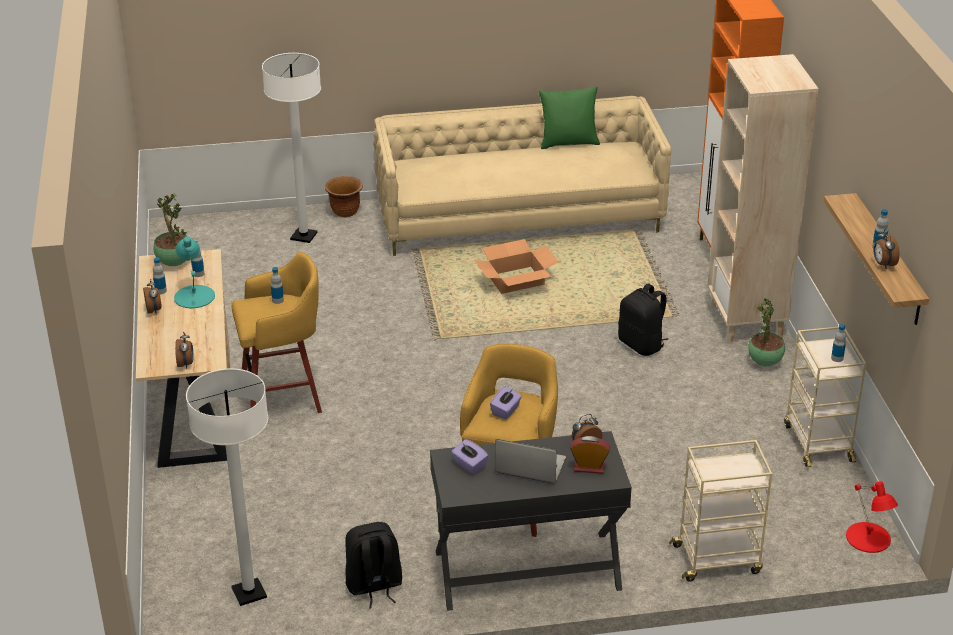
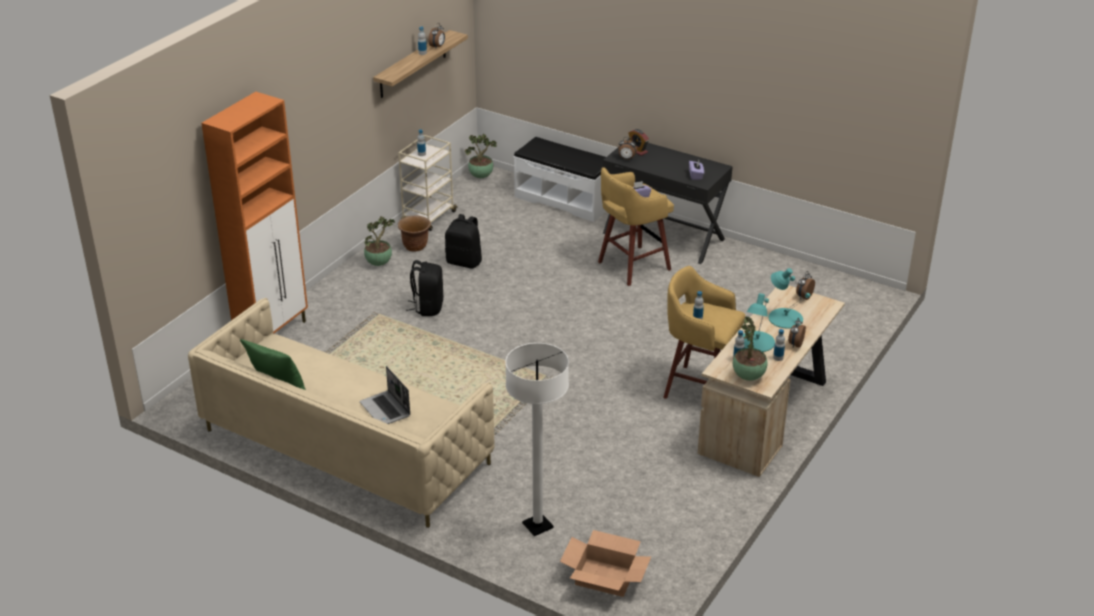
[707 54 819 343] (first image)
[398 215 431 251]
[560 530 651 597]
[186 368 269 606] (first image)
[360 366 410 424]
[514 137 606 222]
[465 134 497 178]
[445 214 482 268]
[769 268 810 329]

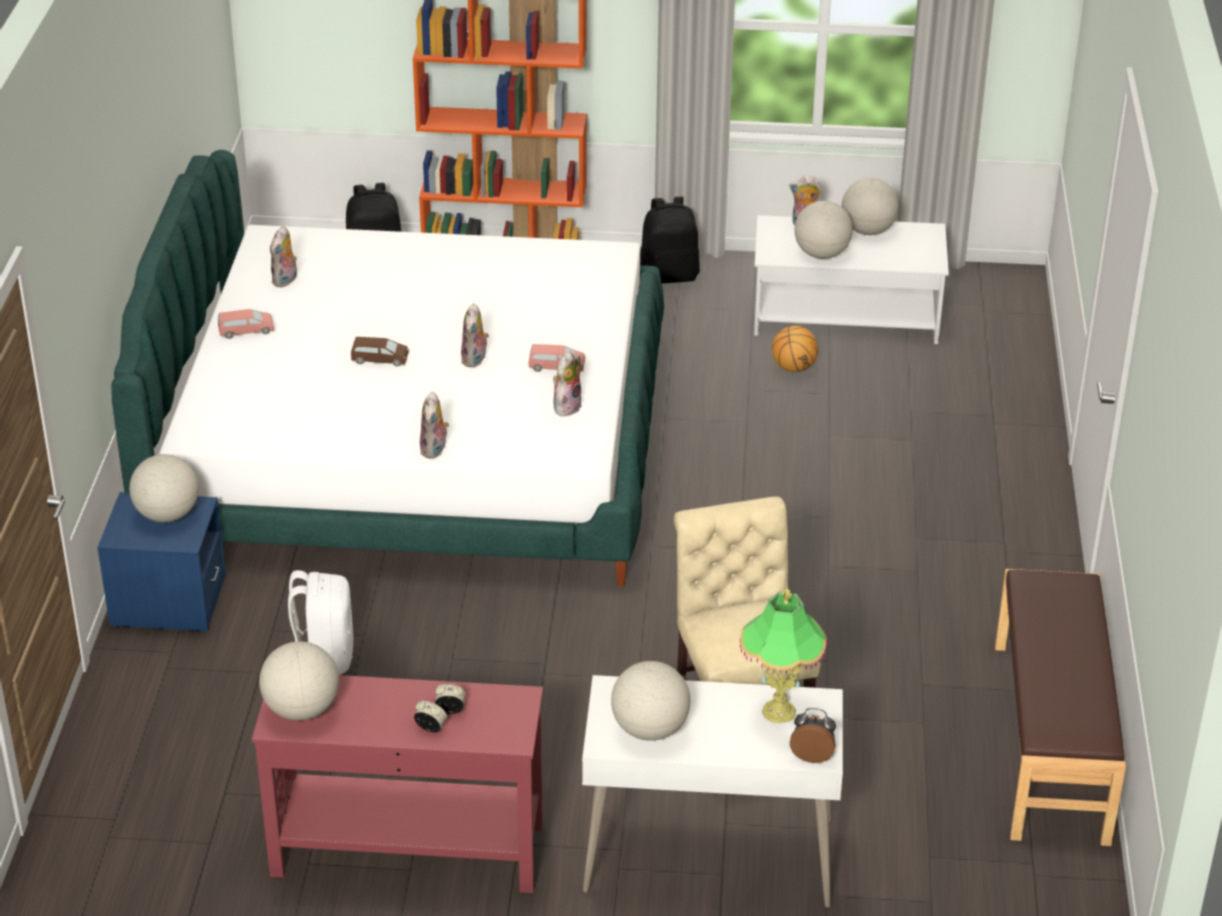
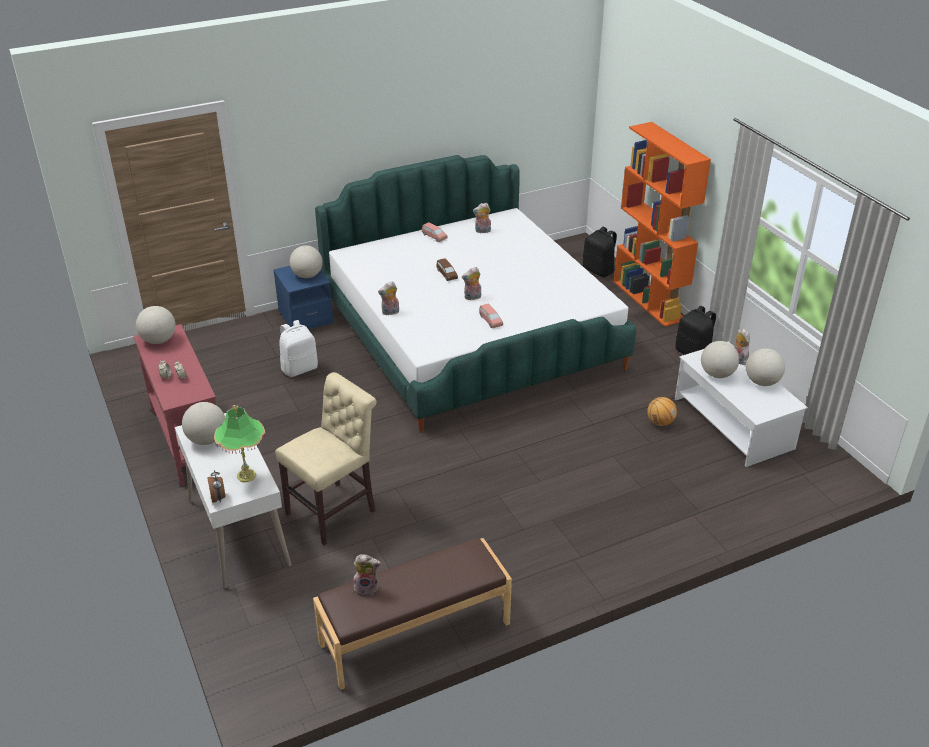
[353 554 381 595]

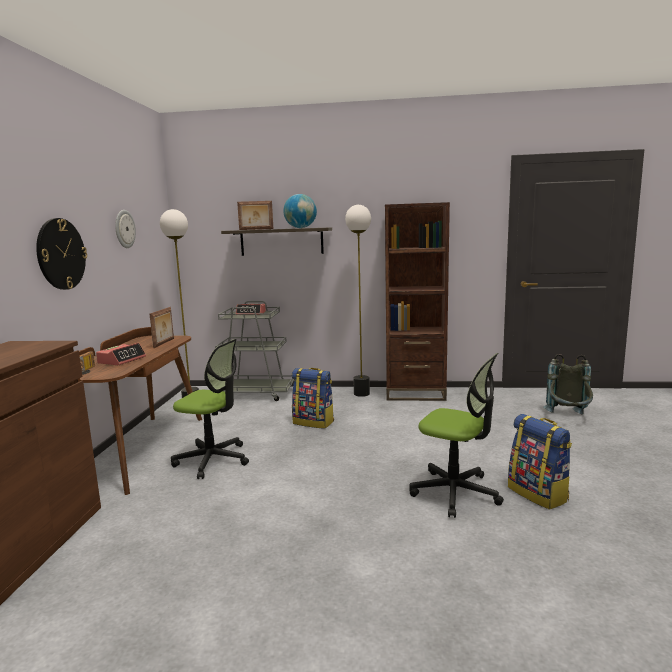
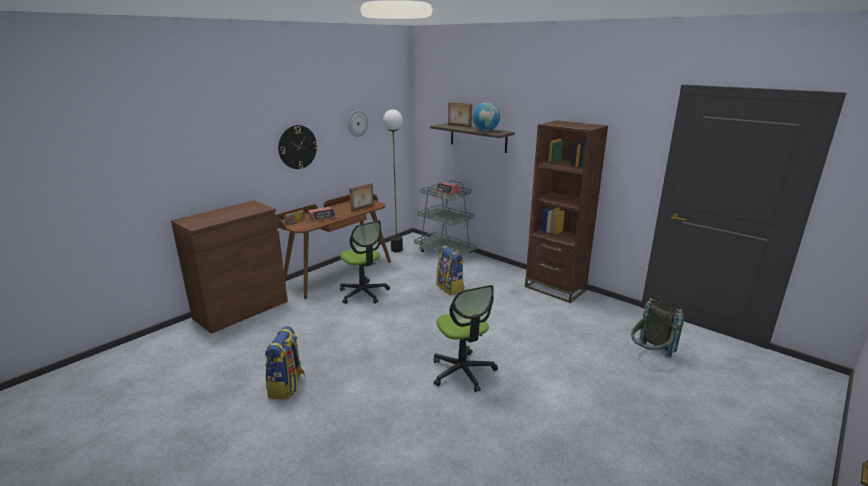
[345 205 371 397] (first image)
[265 326 305 400]

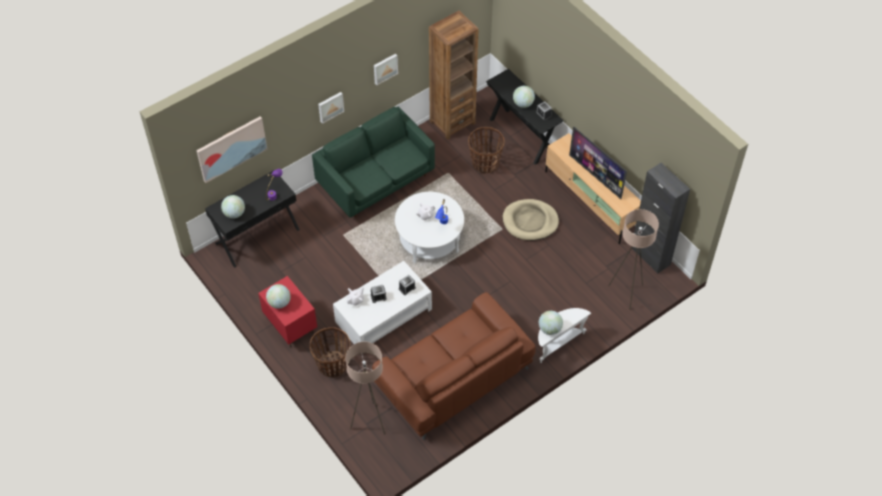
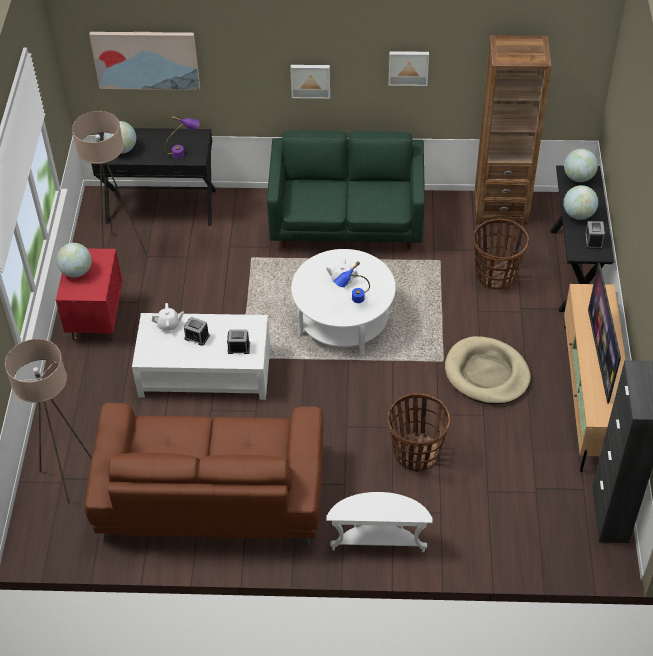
[72 111 147 254]
[564 149 598 182]
[387 393 450 472]

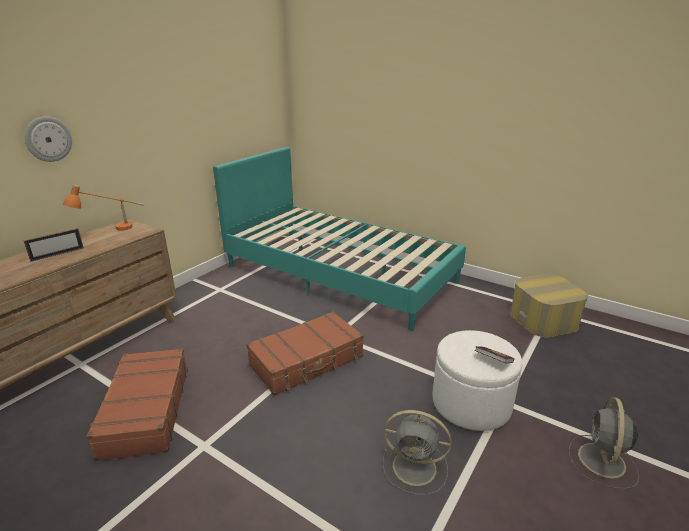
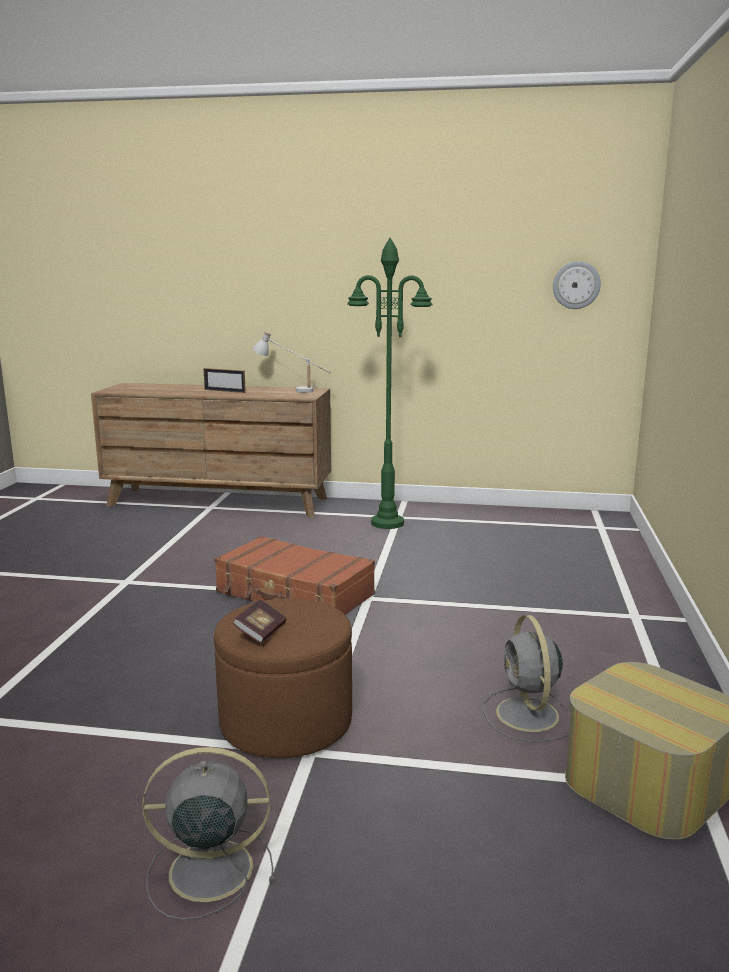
[553 261 601 309]
[213 147 466 331] (first image)
[252 331 331 393]
[214 598 352 758]
[86 348 188 461] (first image)
[483 615 571 741]
[347 238 433 529]

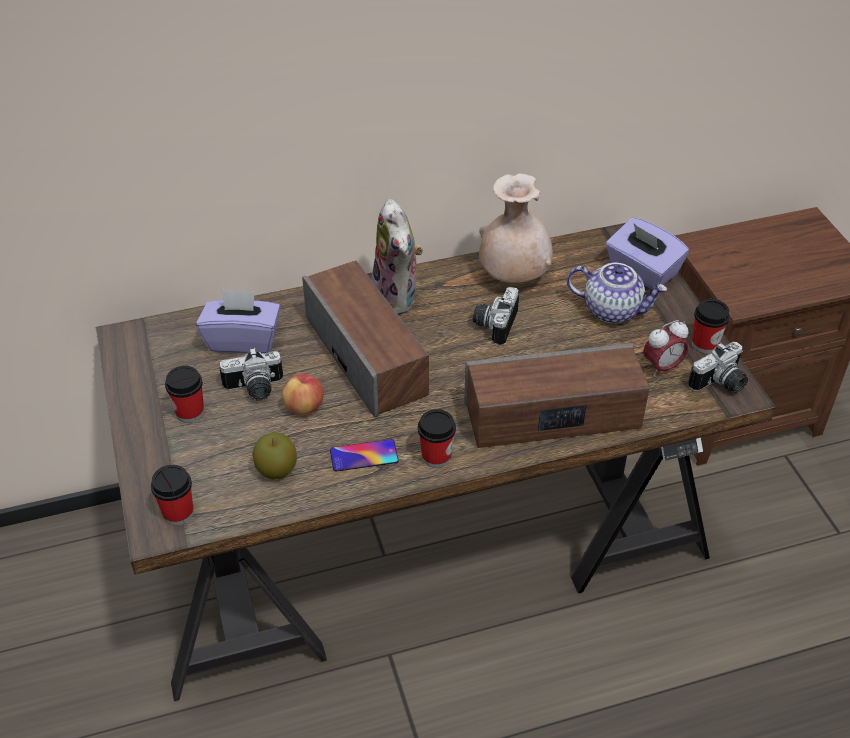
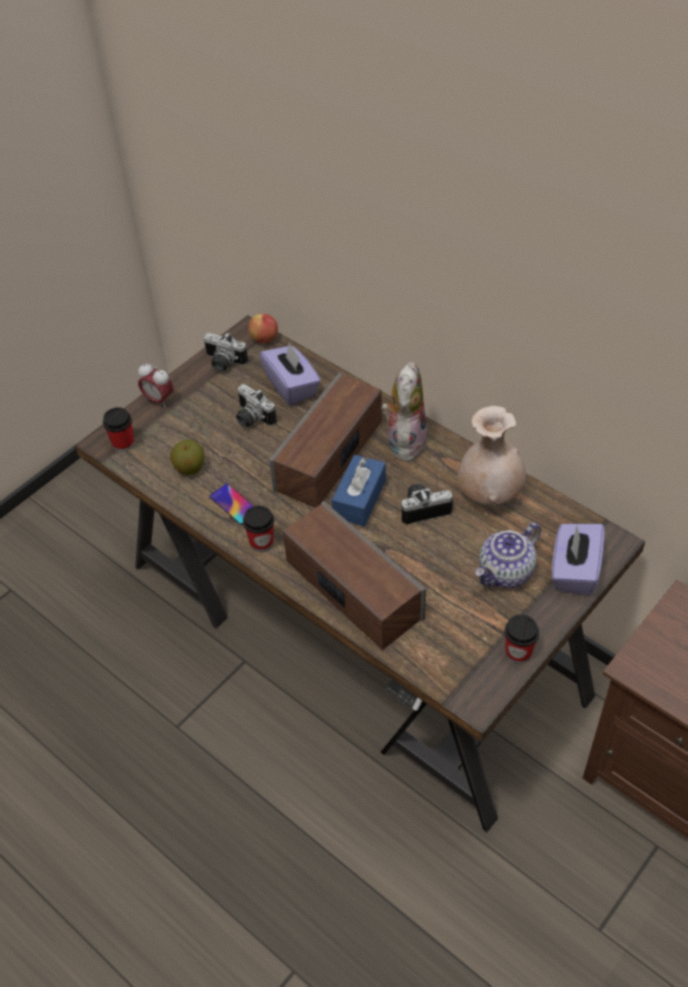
[381 362 427 462]
[475 522 541 588]
[138 363 173 408]
[203 333 248 372]
[165 366 204 423] (first image)
[248 314 278 343]
[332 455 386 526]

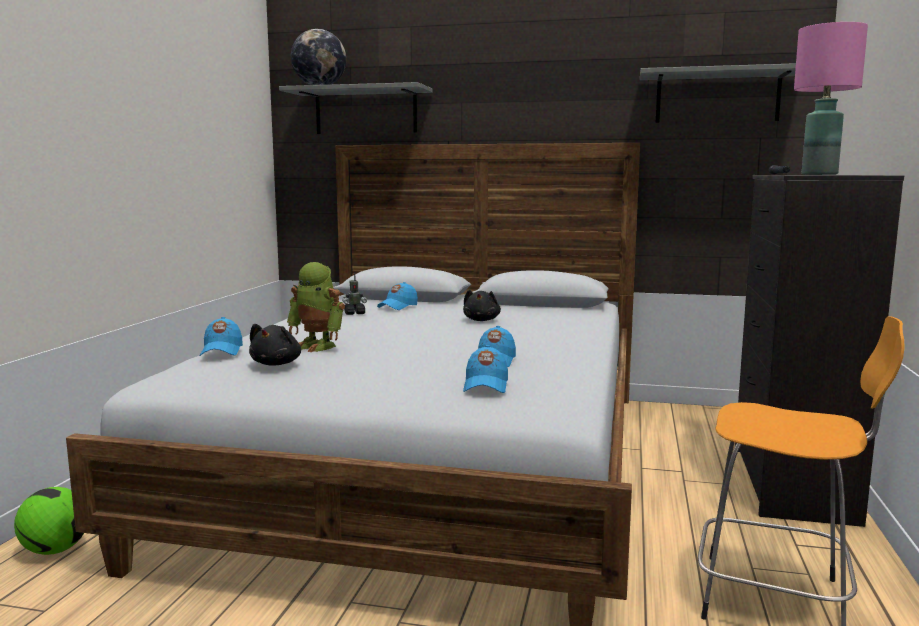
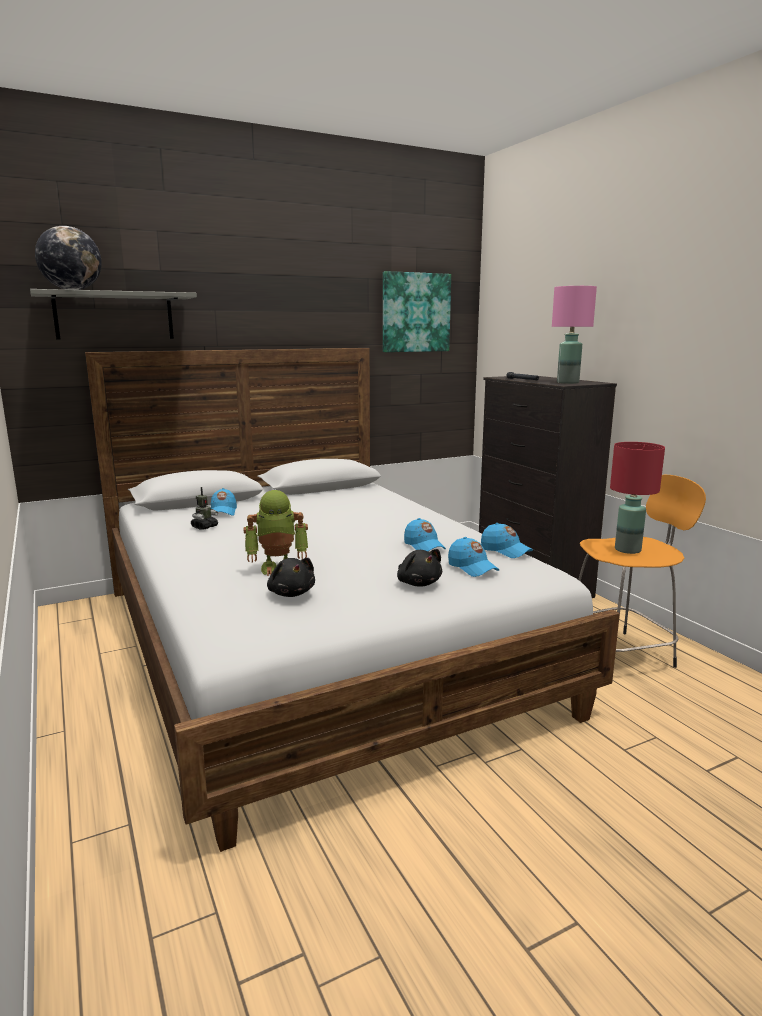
[383 271 451 352]
[397 549 442 586]
[481 523 533 558]
[14 487 84 555] (first image)
[610 442 665 554]

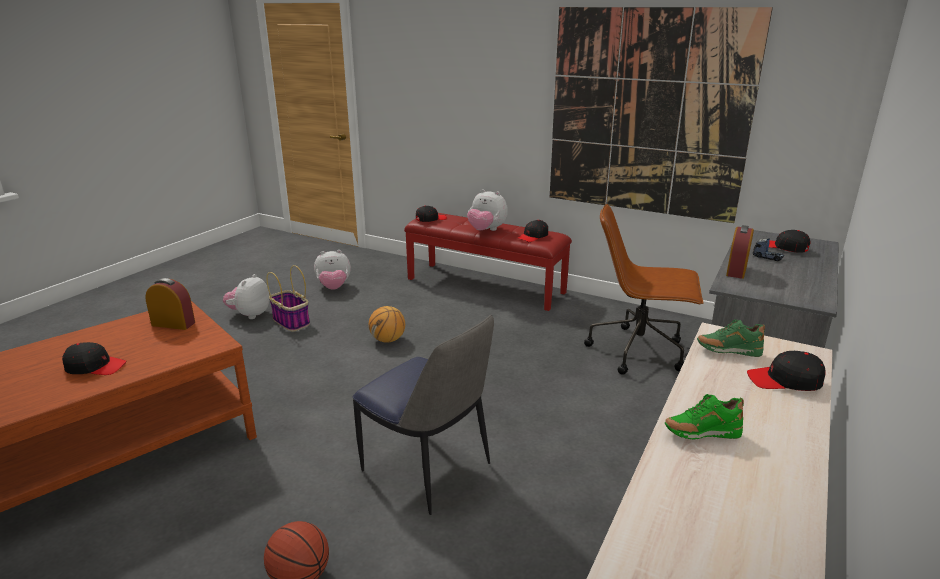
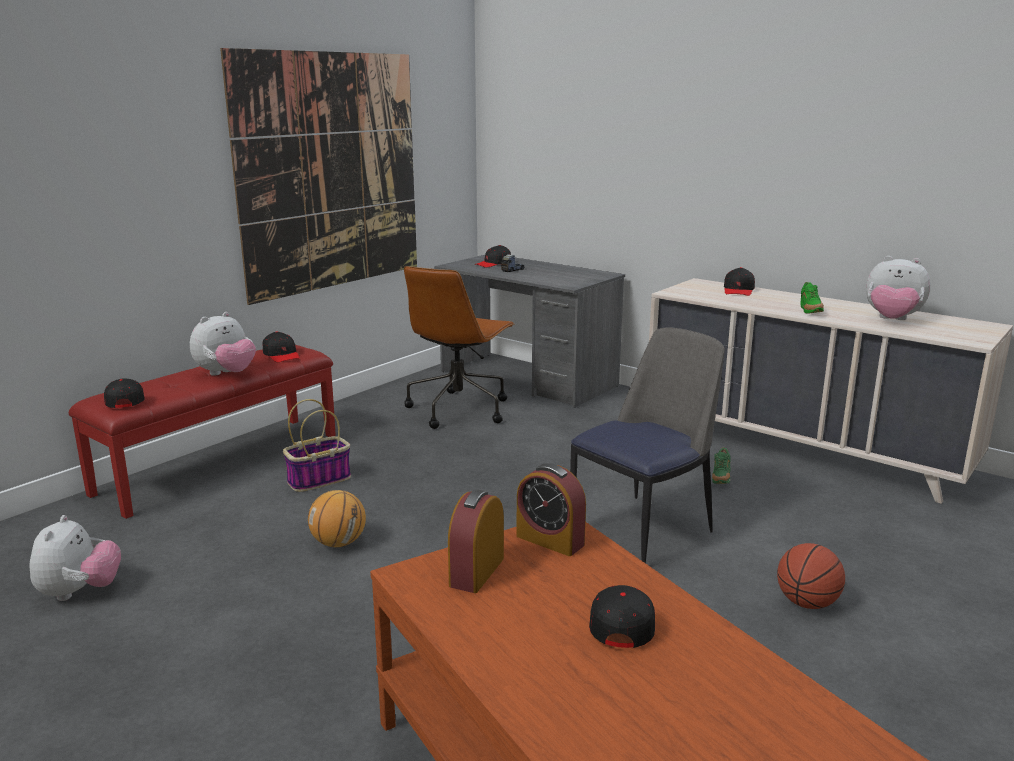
[517 463 586 556]
[283 399 351 492]
[866 256 931 320]
[712 447 731 484]

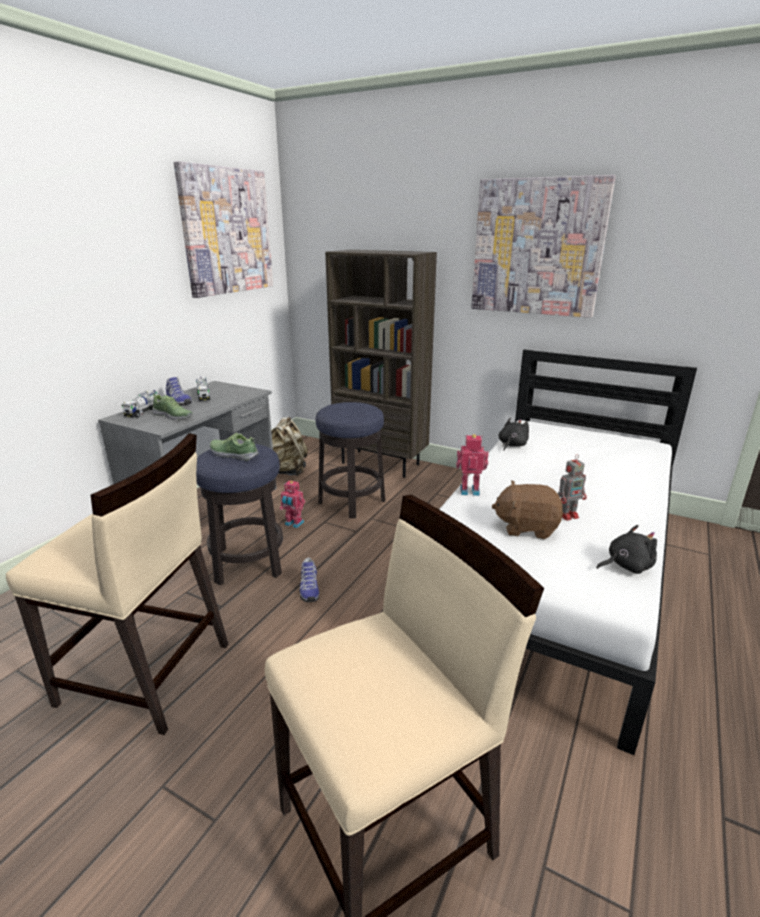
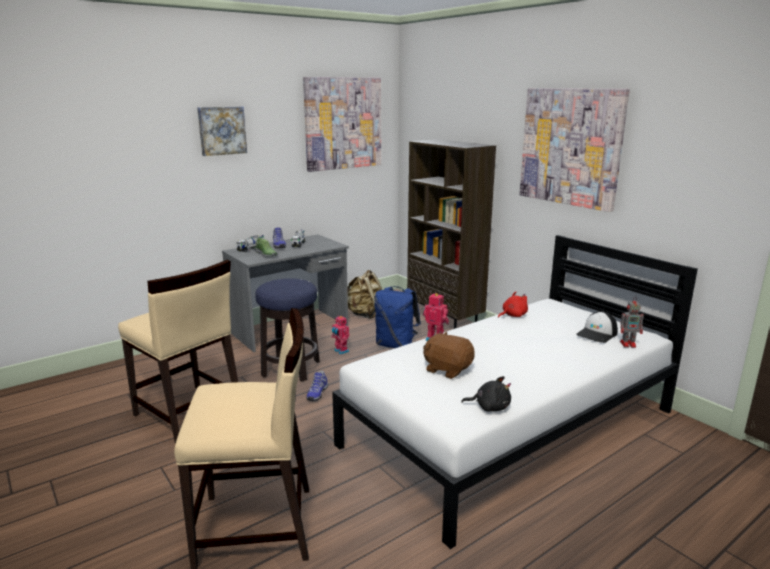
[374 286 421 348]
[498 292 528 318]
[210 433 258 461] (first image)
[620 297 644 348]
[197 107 247 156]
[576 311 618 343]

